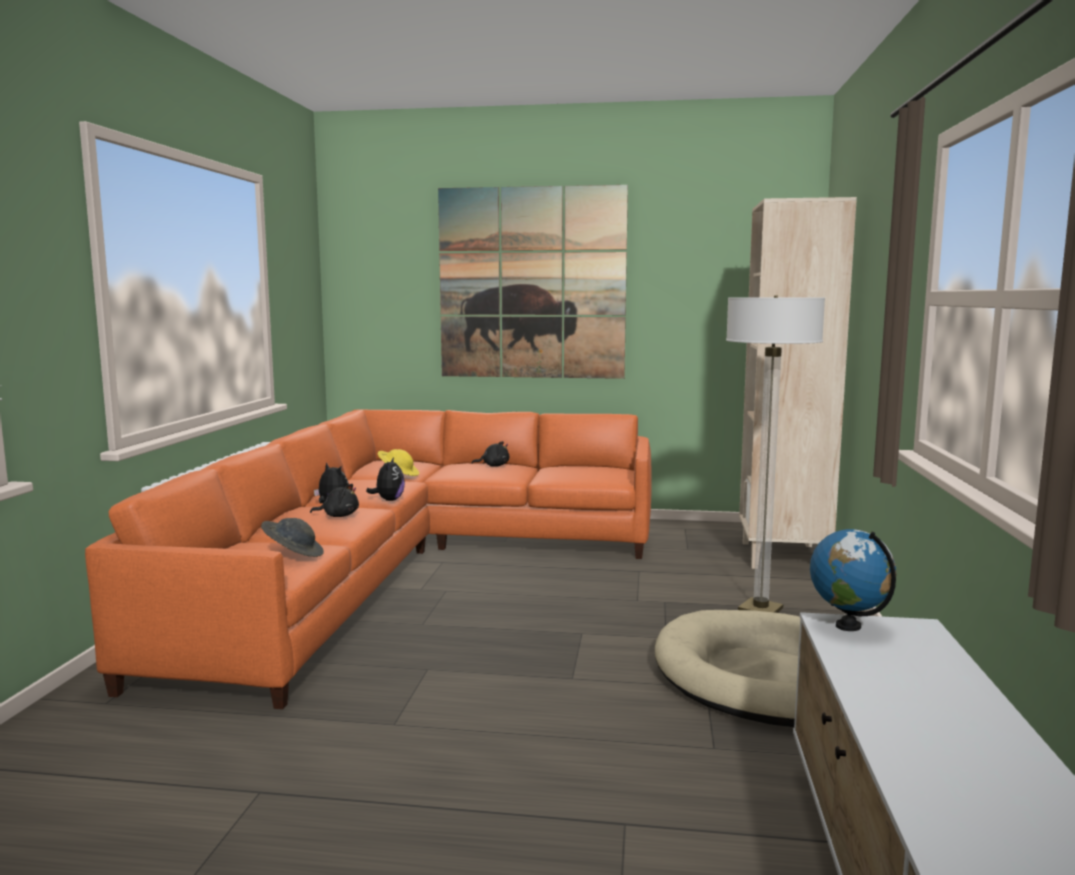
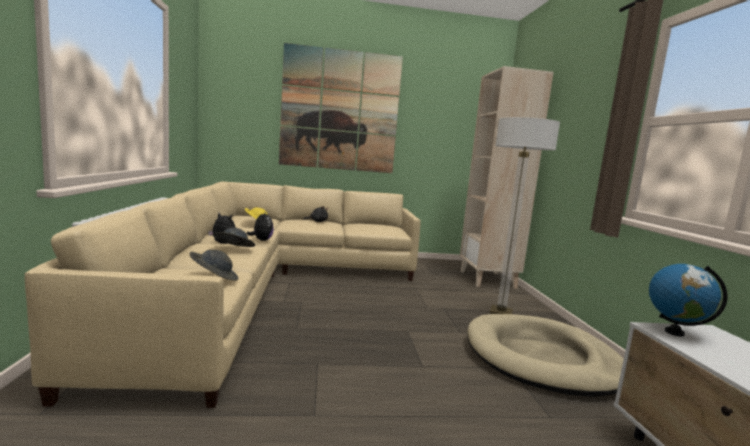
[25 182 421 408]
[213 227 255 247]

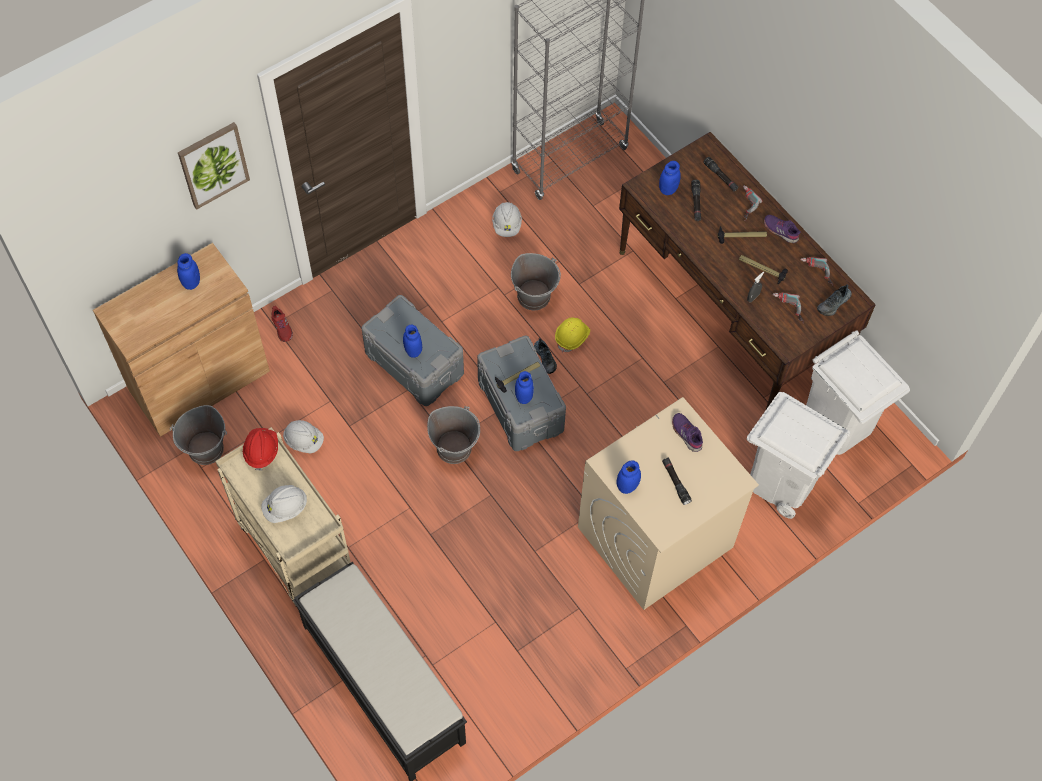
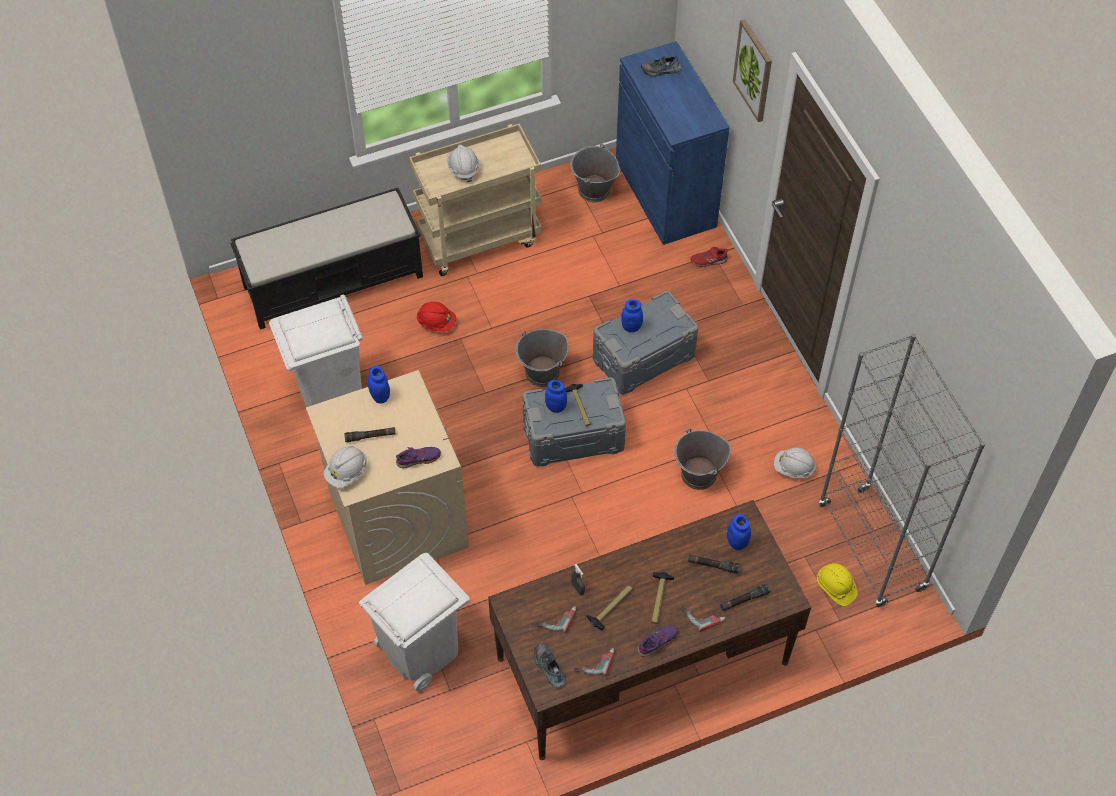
[616 41 730 245]
[177 253 200 290] (first image)
[817 563 858 606]
[269 295 363 407]
[641 56 682 77]
[324 446 367 488]
[417 302 456 331]

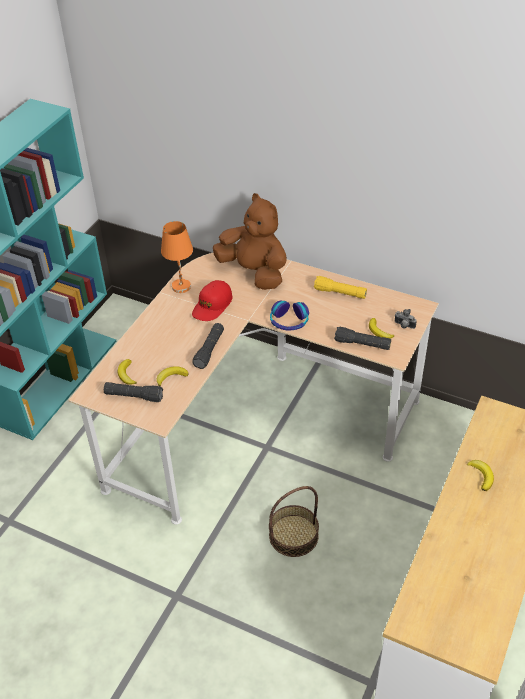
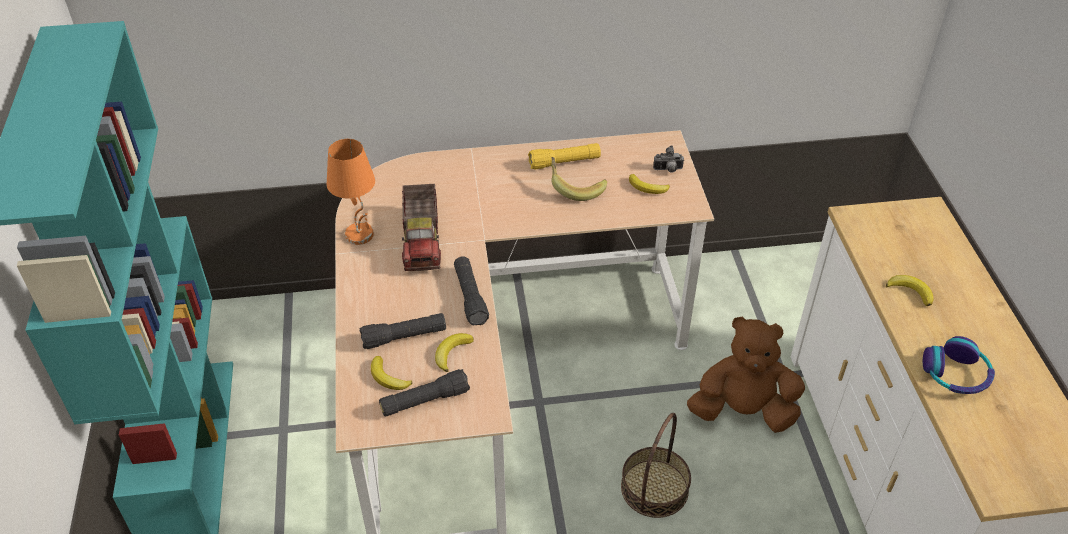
[687 317 805 433]
[402 184 441 271]
[923 336 995 394]
[360 313 446 349]
[551 157 607 201]

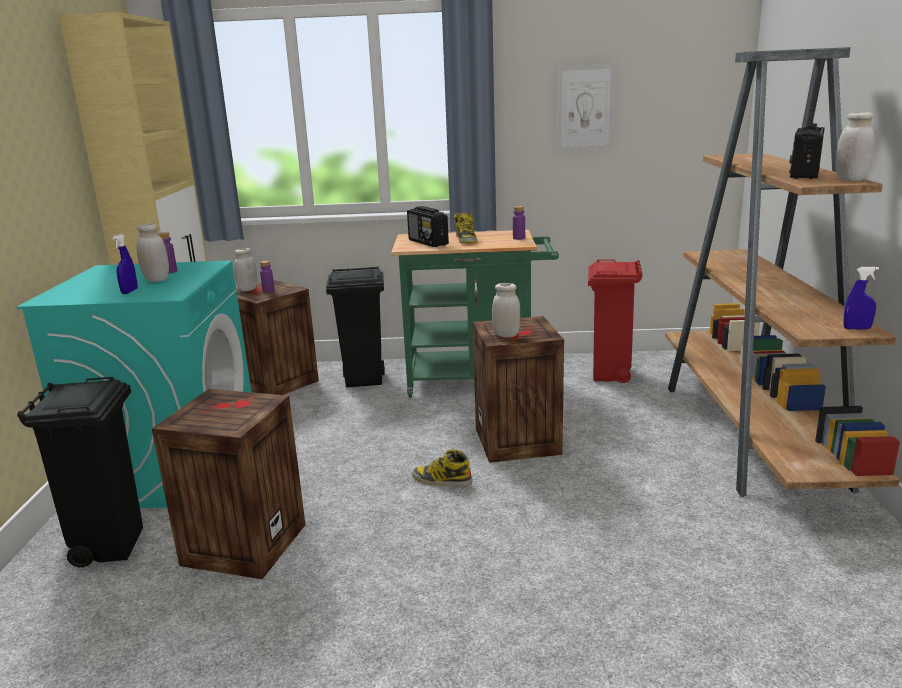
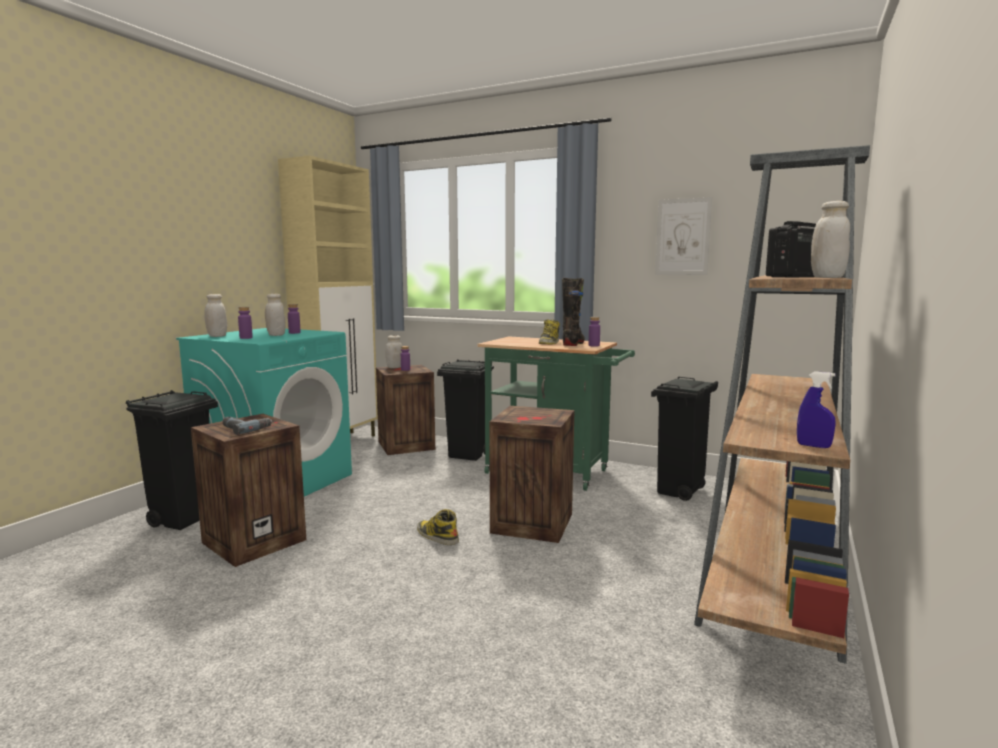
[407 206 449 247] (first image)
[238 307 253 339]
[651 377 718 501]
[204 294 227 337]
[562 278 585 346]
[222 417 272 435]

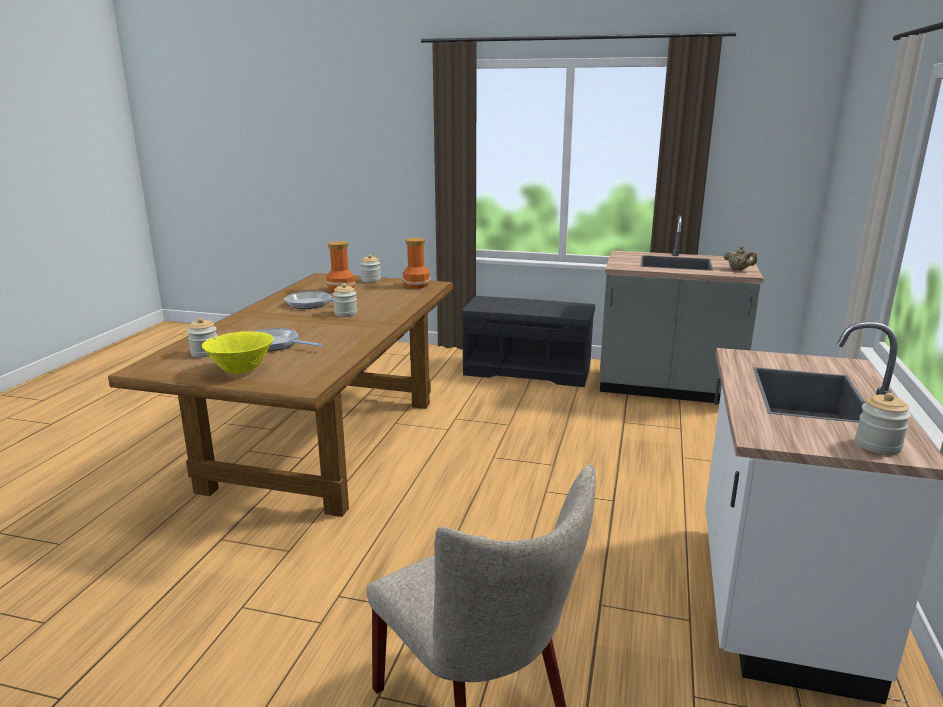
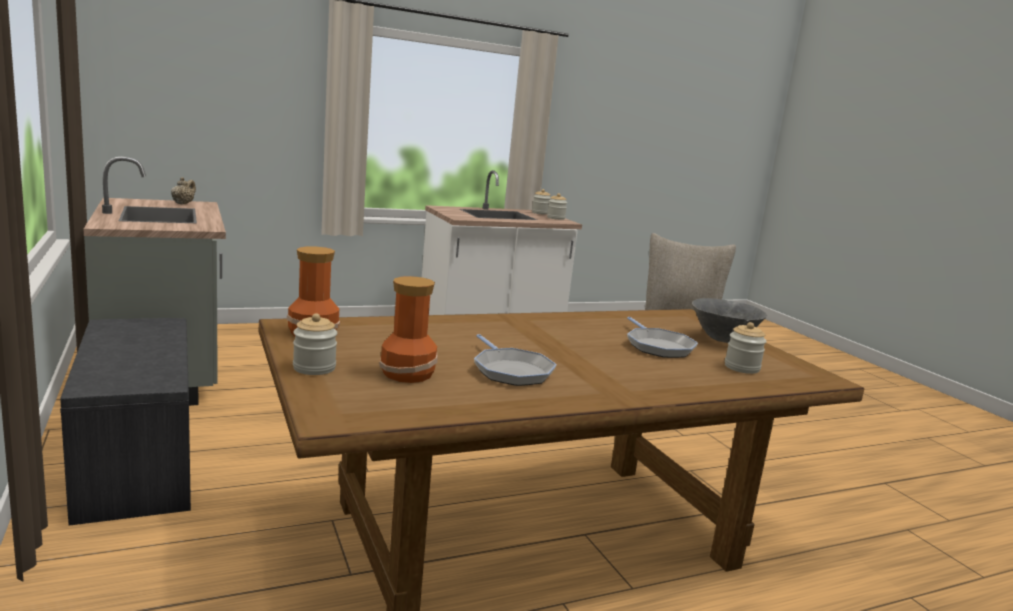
[547 193 567 220]
[692 298 767 343]

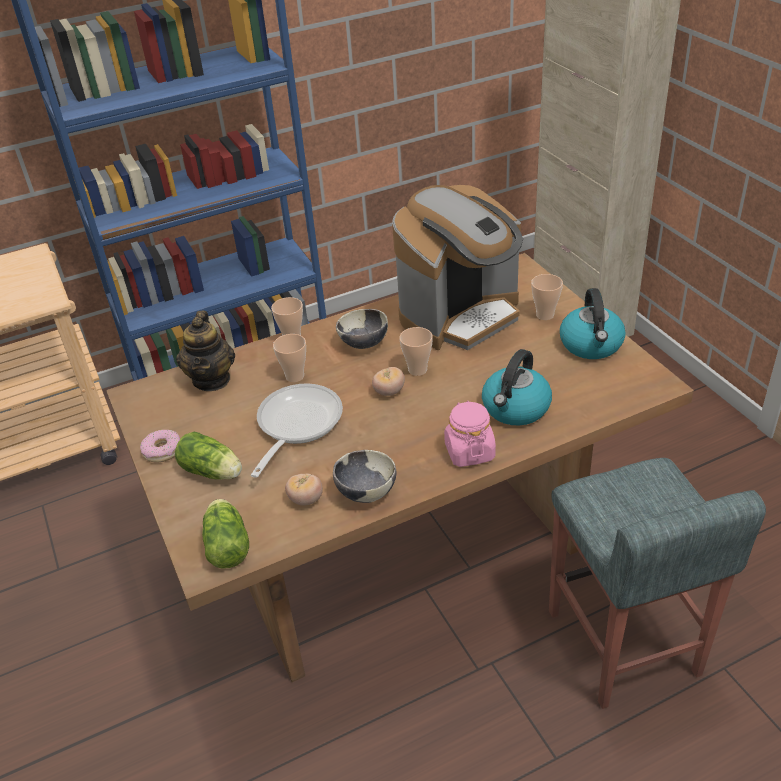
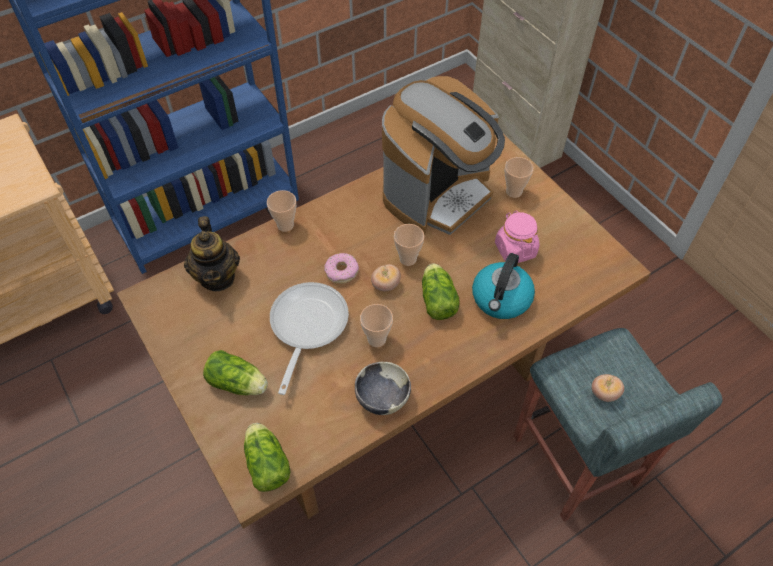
[560 288 626 359] (first image)
[336 309 388 349] (first image)
[360 304 393 347]
[495 210 540 263]
[324 253 359 284]
[591 374 624 402]
[422 263 460 320]

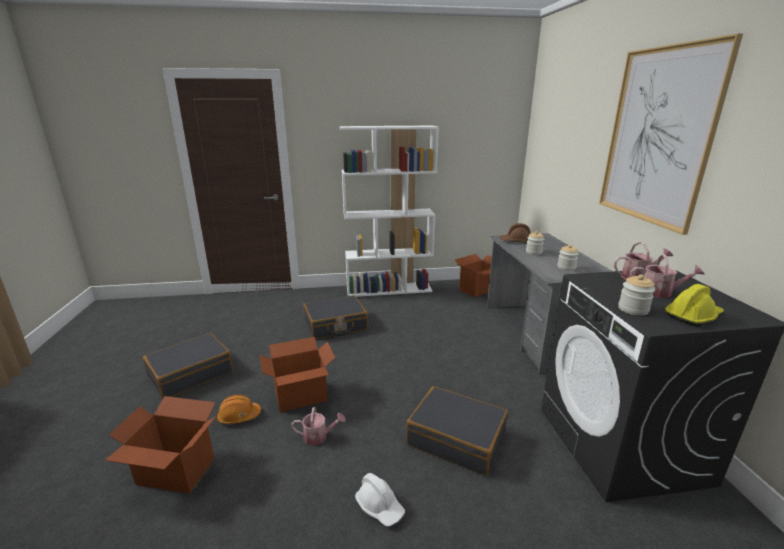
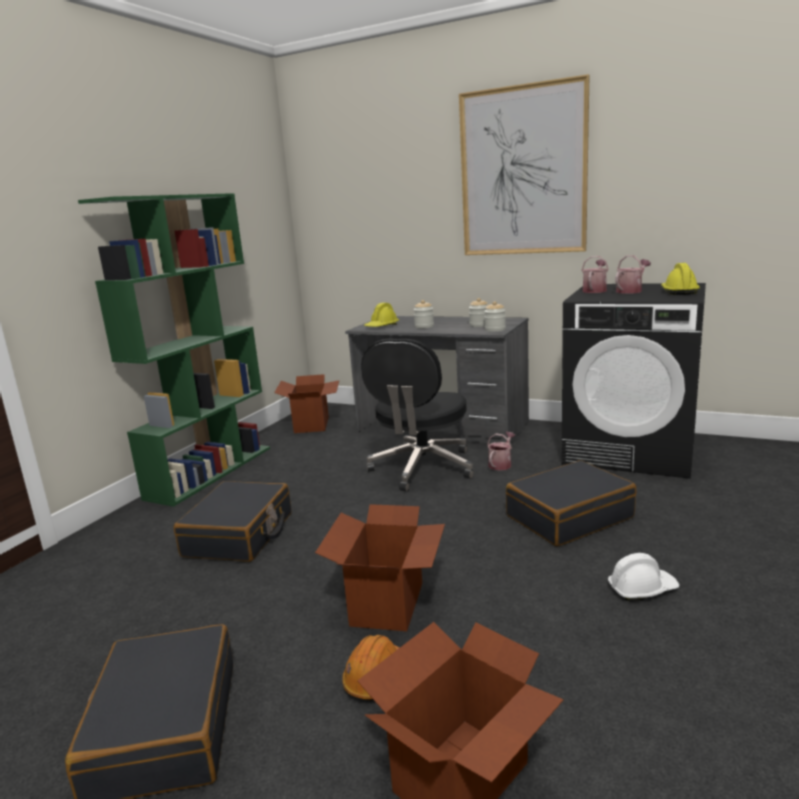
[78 193 270 507]
[364 303 399 327]
[484 301 506 332]
[487 432 515 470]
[361 339 474 492]

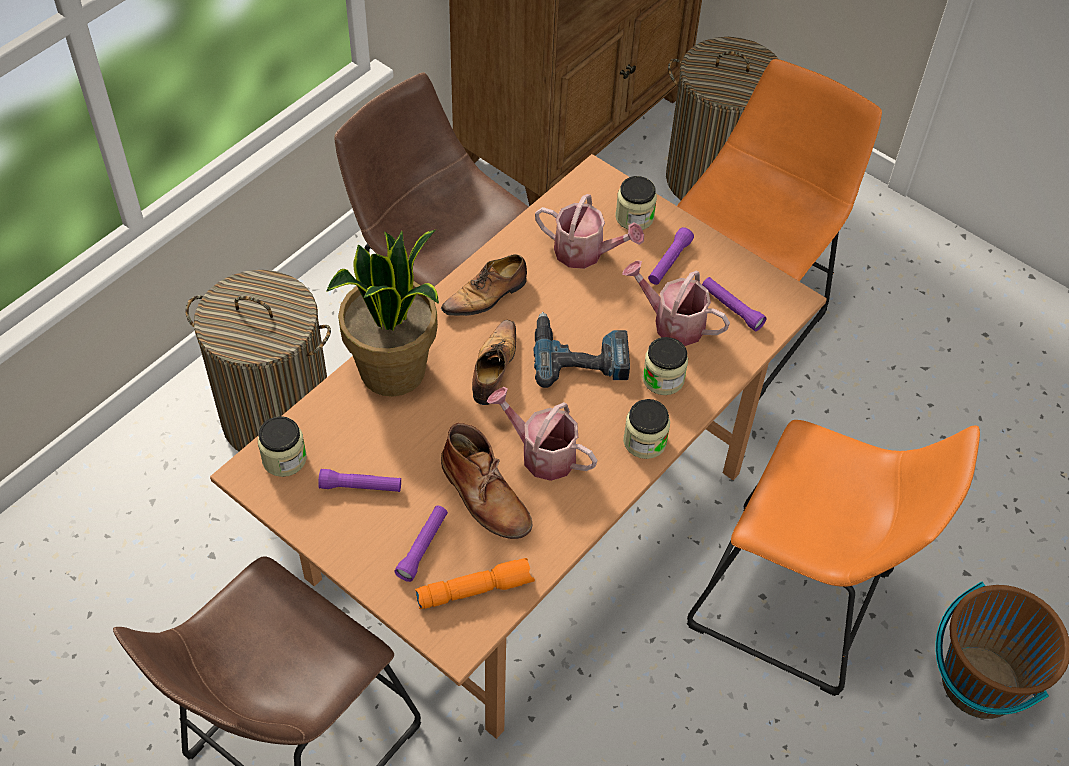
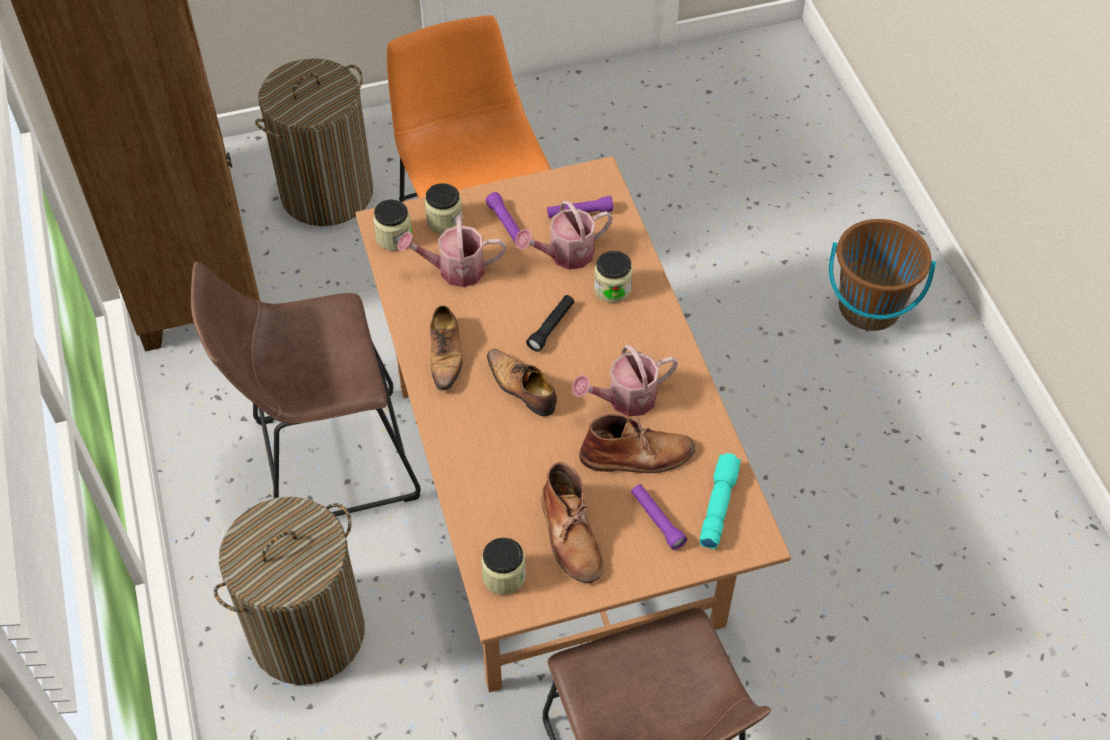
[397 217 506 287]
[326 230 439 397] (first image)
[526 295 574 352]
[373 199 412 251]
[687 420 980 696] (first image)
[542 462 603 583]
[700 453 741 549]

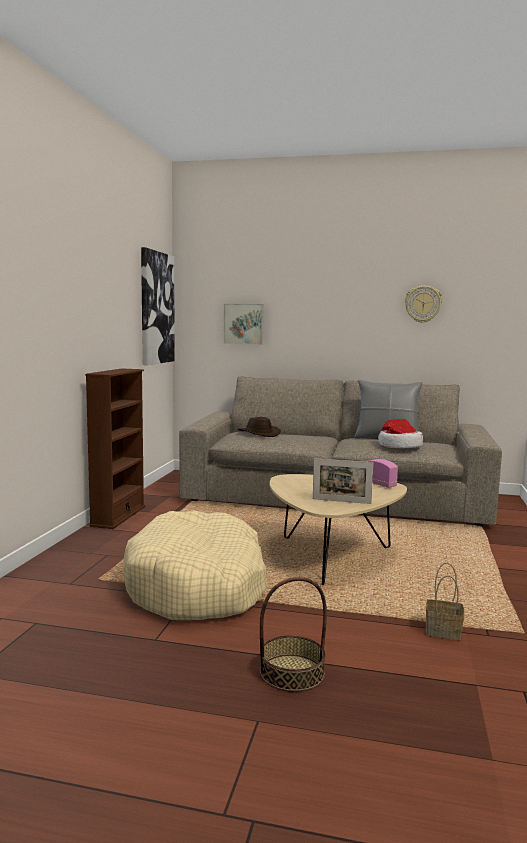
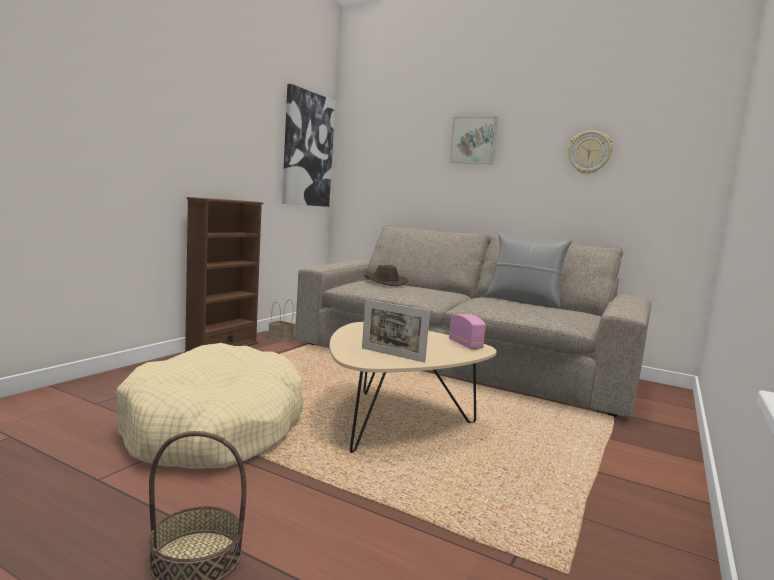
[449 117 498 164]
[378 419 423 448] (first image)
[269 299 295 342]

